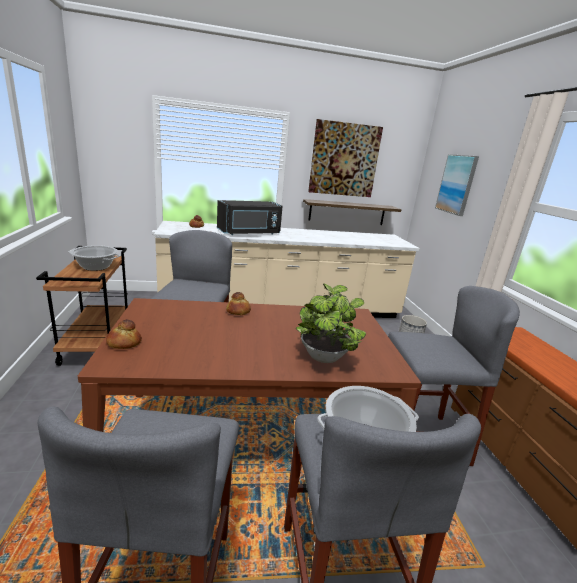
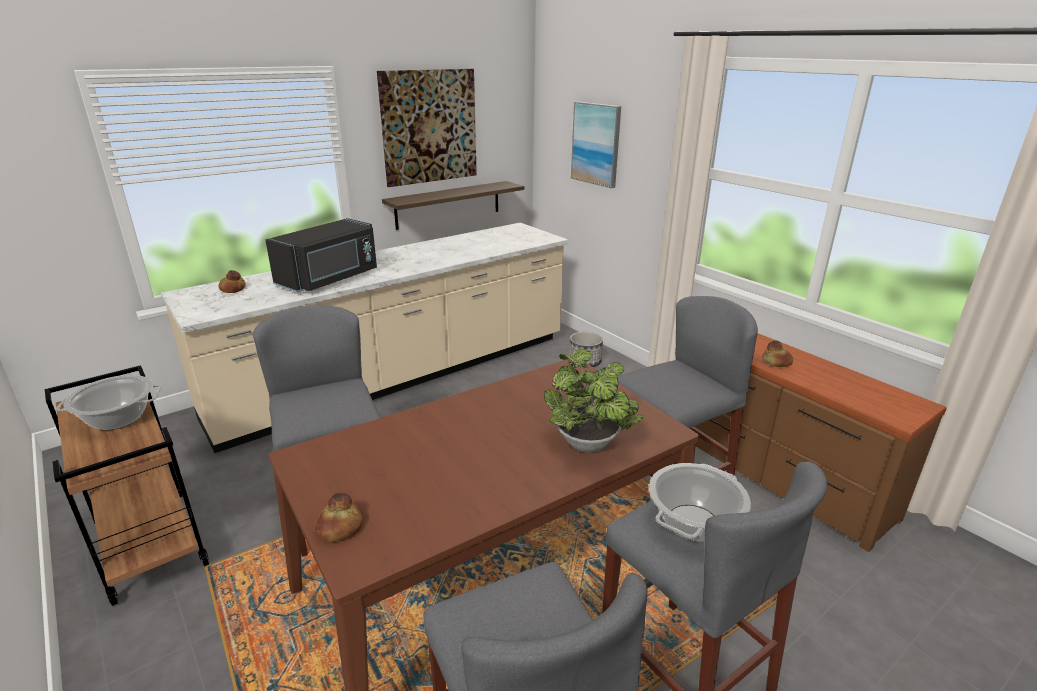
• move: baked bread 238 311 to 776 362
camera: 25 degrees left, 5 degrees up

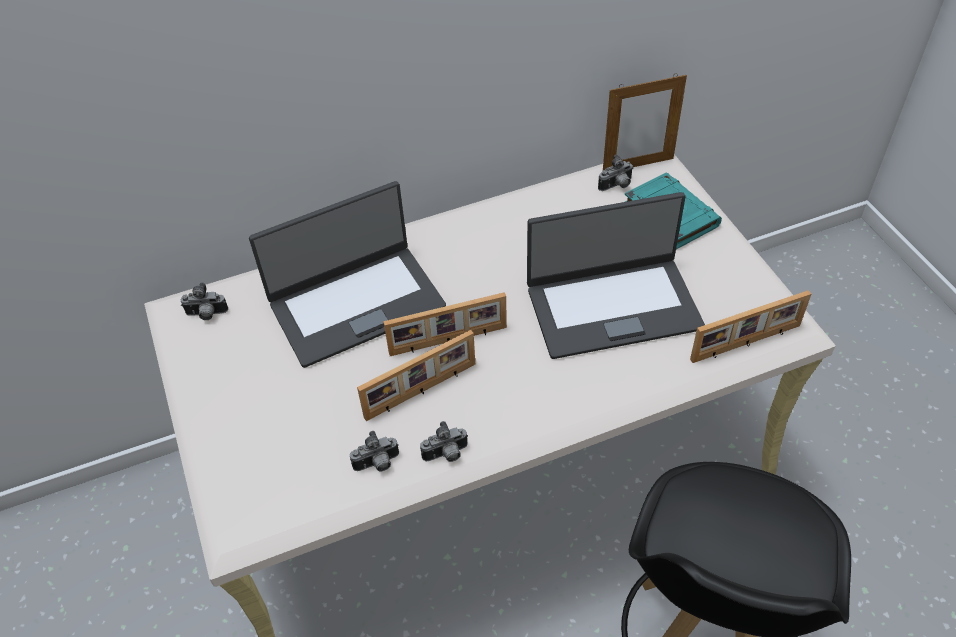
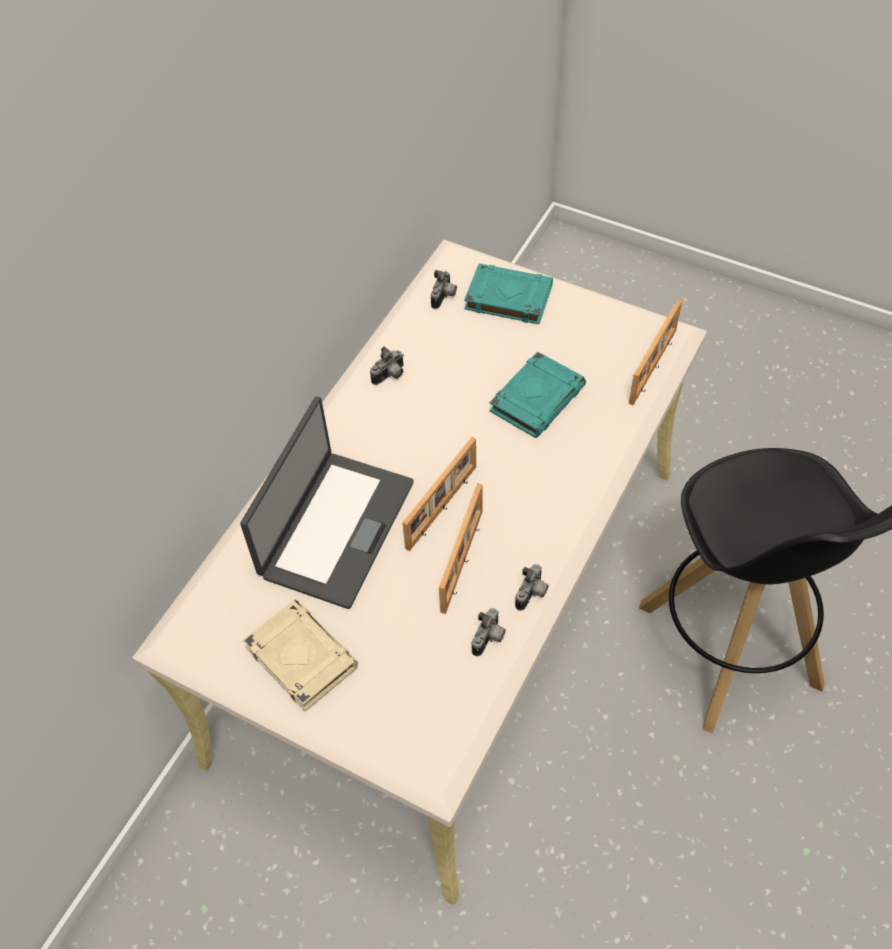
• delete: standing frame 638 165
• insert: beige-coloured volume 300 657
• move: still camera 206 315 to 390 376
• replace: notebook computer 612 306 to turquoise-coloured volume 537 398
camera: 40 degrees left, 5 degrees up

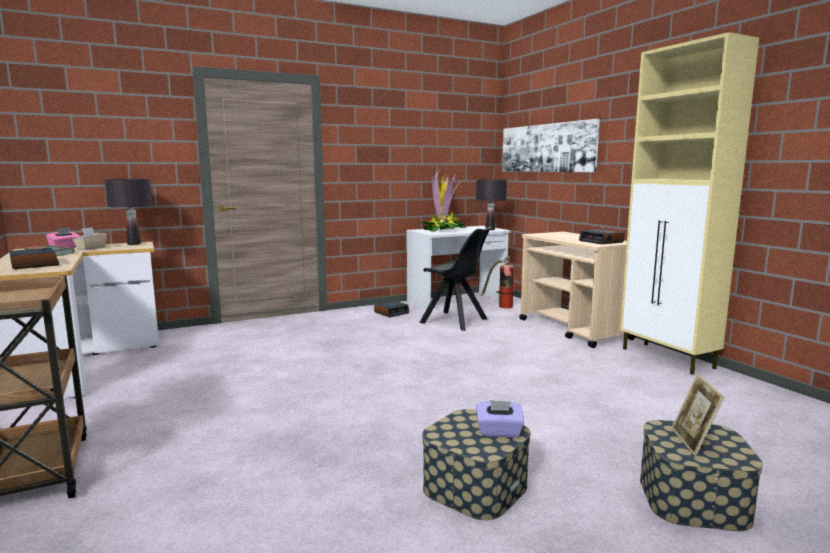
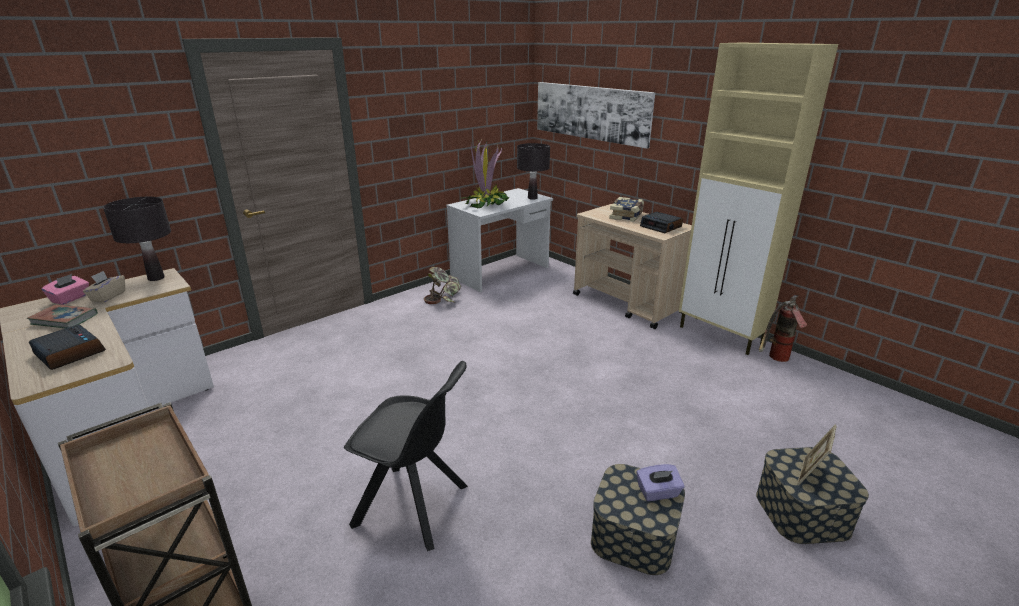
• insert: volume 627 216
• move: blackish plain chair 455 321 to 414 506
• move: extinguisher 501 307 to 776 359
• replace: alarm clock 391 312 to houseplant 443 298
• rotate: standing frame 693 442 = 810 474 45 degrees clockwise
camera: 15 degrees left, 15 degrees up

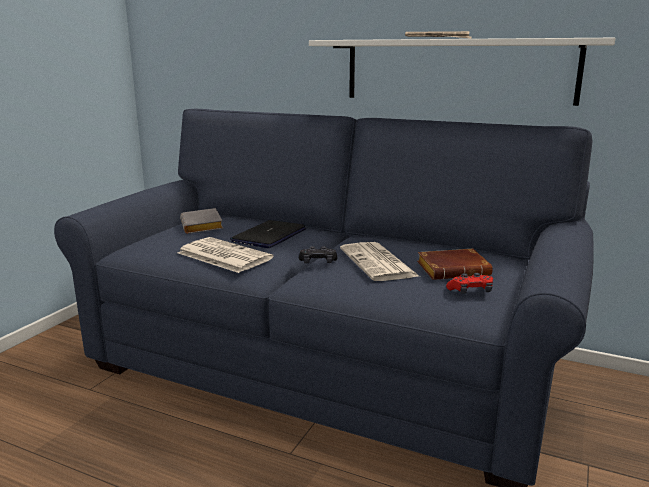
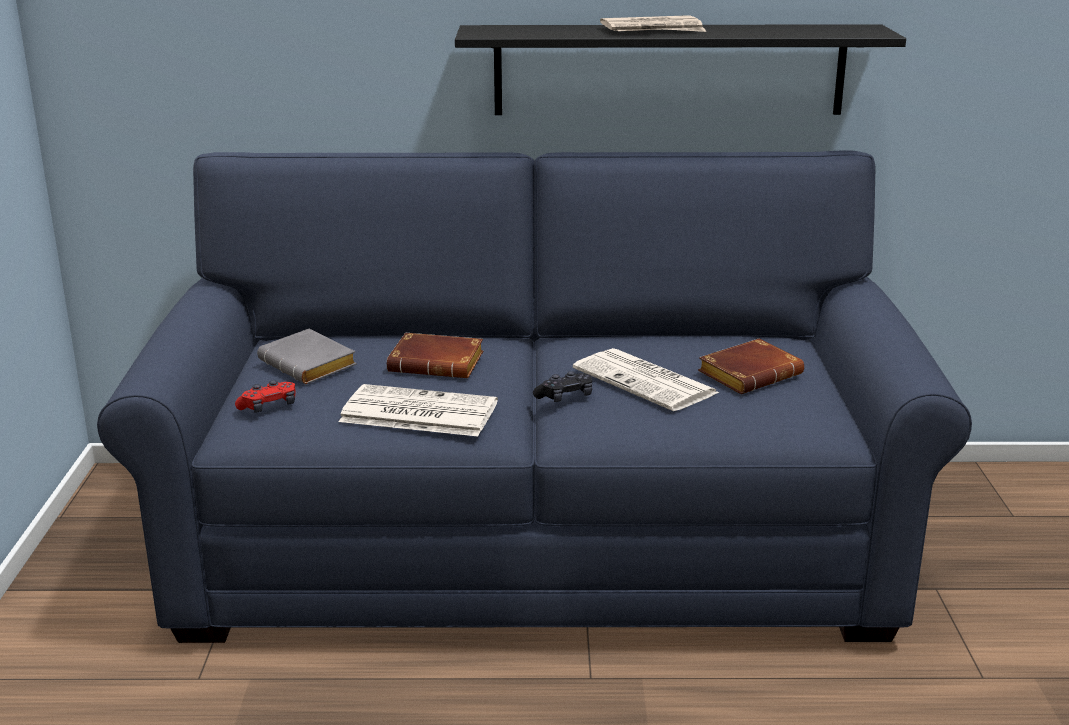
• move: red joypad 470 291 to 269 407
• replace: notebook computer 269 235 to brown volume 439 364
• recolor: whitish wall shelf 457 71 to blackish wall shelf 669 70
camera: 25 degrees left, 5 degrees up

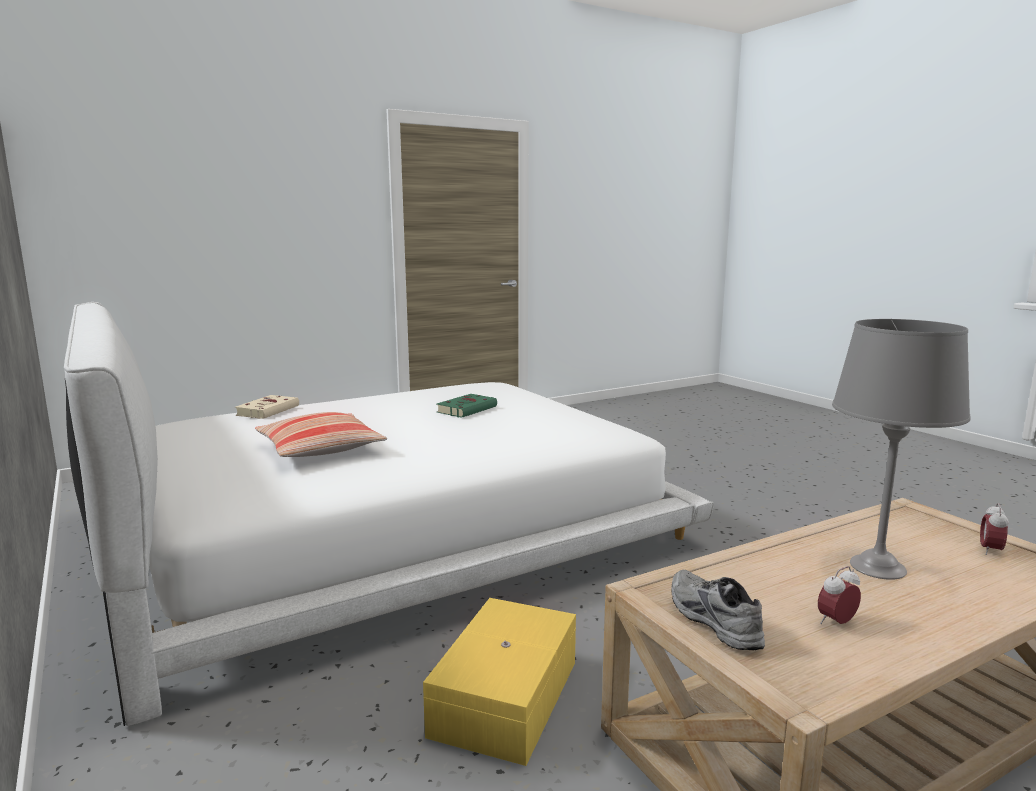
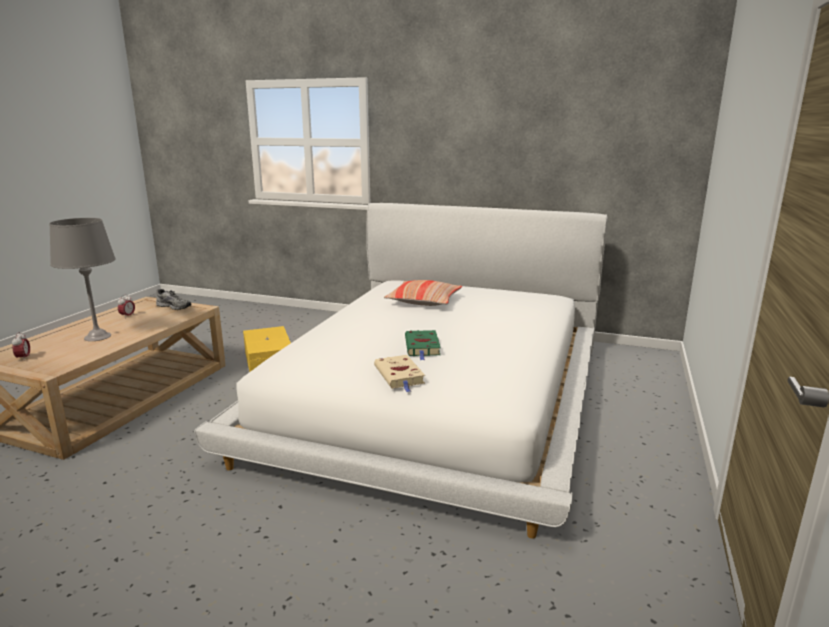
• move: beige-coloured volume 269 410 to 400 376
camera: 140 degrees right, 5 degrees up

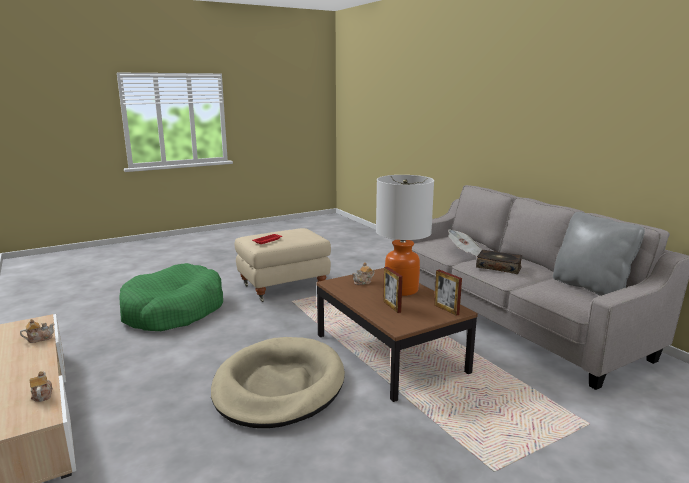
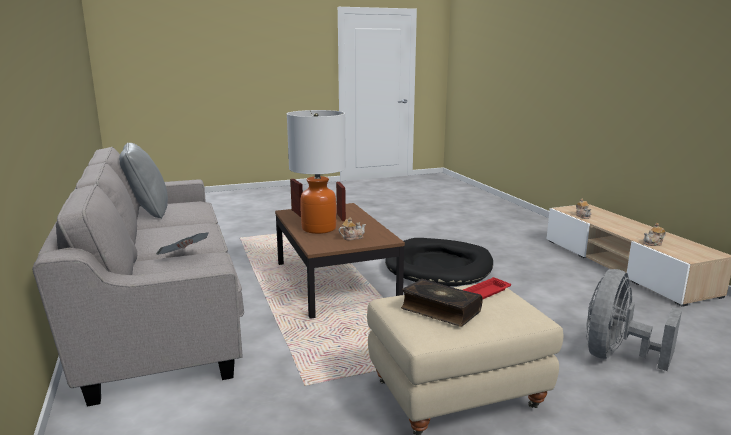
• move: volume 498 267 to 440 310
• replace: greenish dog cushion 173 311 to grey fan 616 355
• recolor: beige-coloured dog cushion 279 386 to blackish dog cushion 439 267
camera: 170 degrees left, 0 degrees up

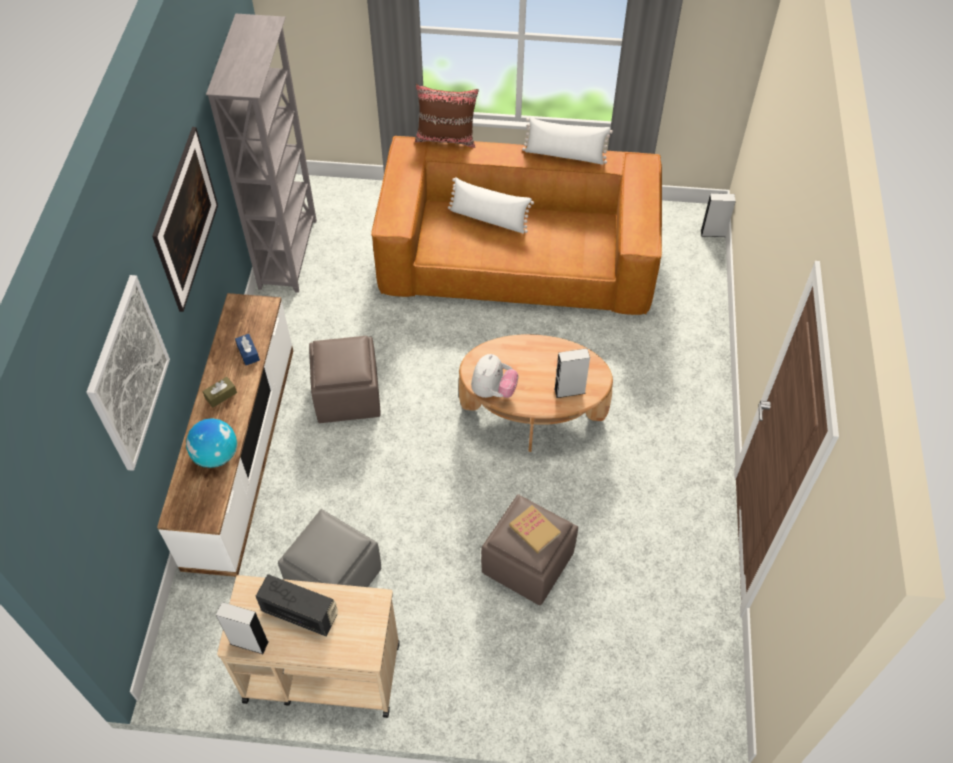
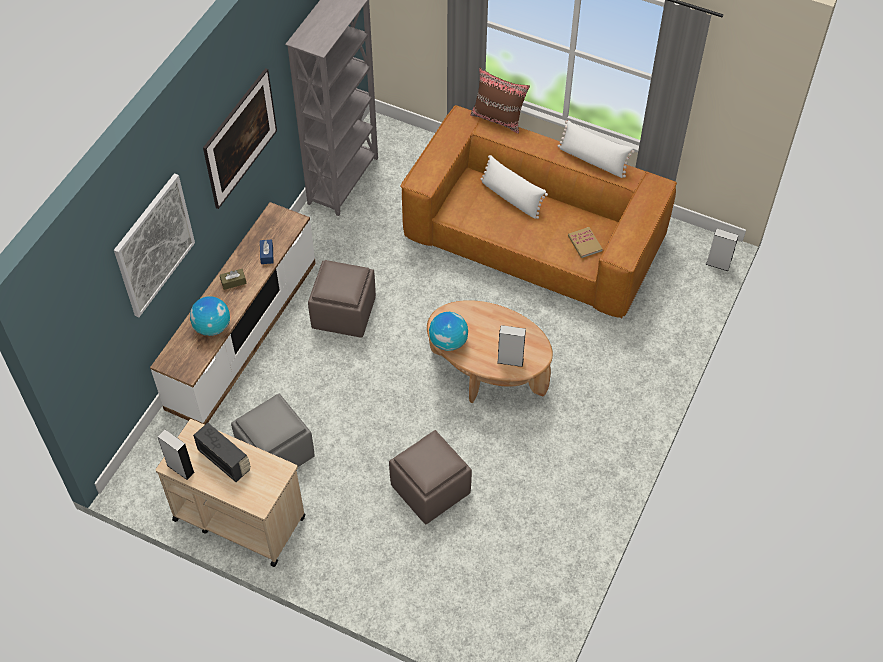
• move: volume 534 530 to 585 243
• replace: cuddly toy 493 391 to desk globe 448 342
camera: 20 degrees right, 0 degrees up

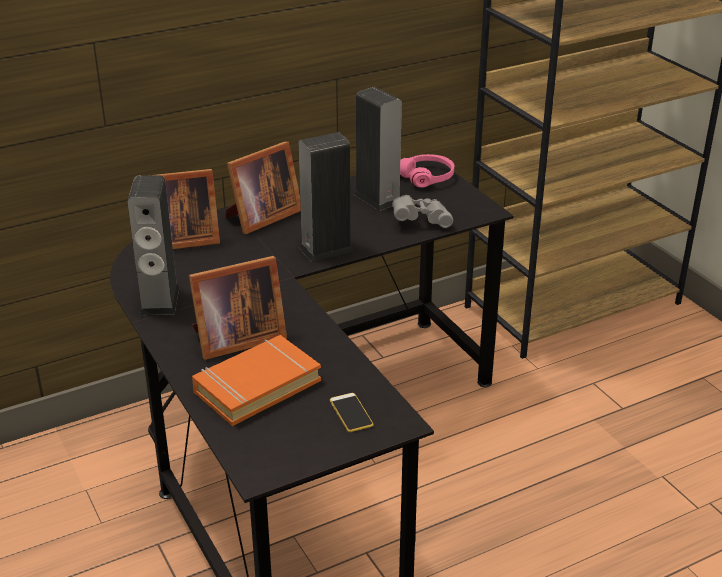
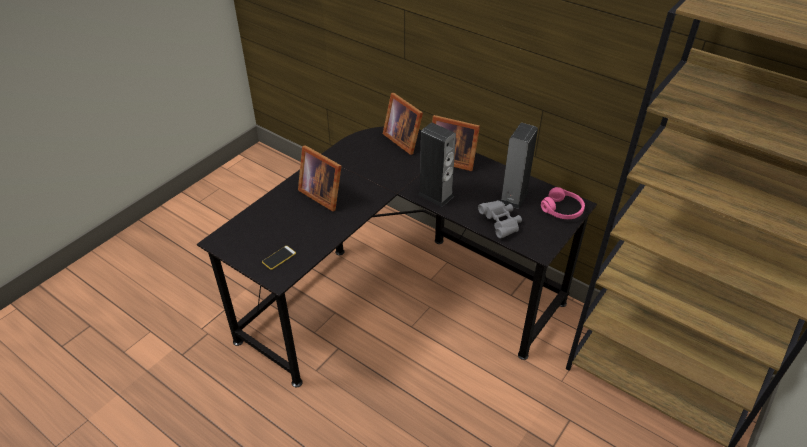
• delete: speaker 159 300
• delete: orange-coloured volume 256 386
camera: 65 degrees right, 10 degrees up

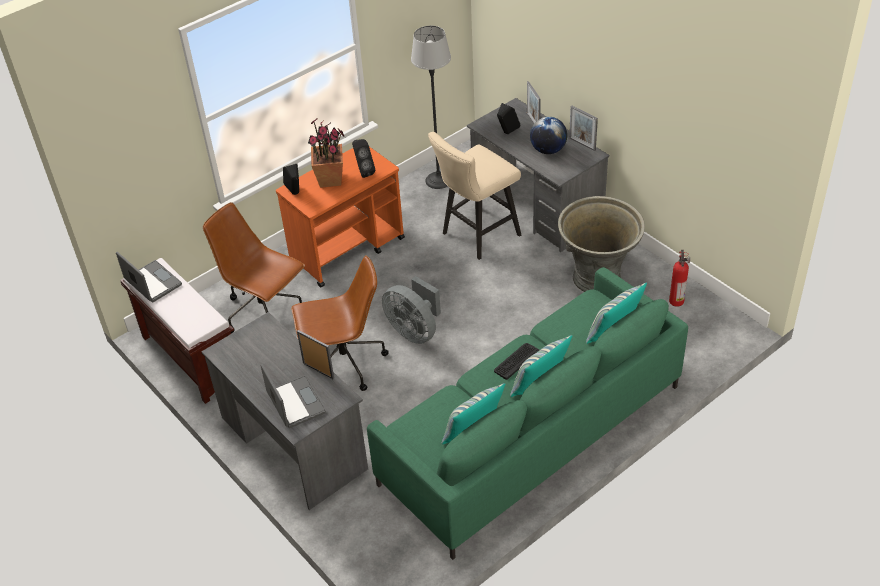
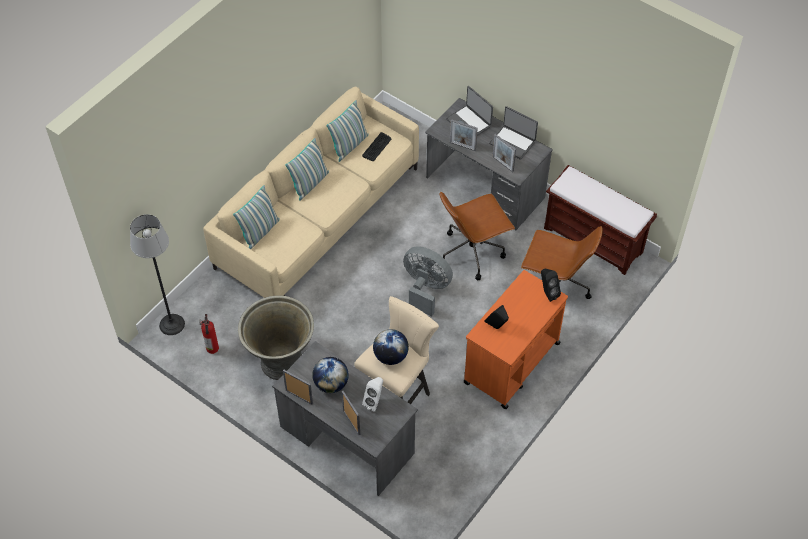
• delete: houseplant 330 179
• insert: desk globe 390 356
• insert: standing frame 503 164
• move: notebook computer 152 283 to 512 142
• move: standard lamp 438 180 to 171 324
• move: computer keyboard 516 361 to 377 147
• recolor: greenish sofa 530 434 to beige-coloured sofa 318 218
• recolor: blackish speaker 507 133 to whitish speaker 374 402
camera: 165 degrees right, 10 degrees up

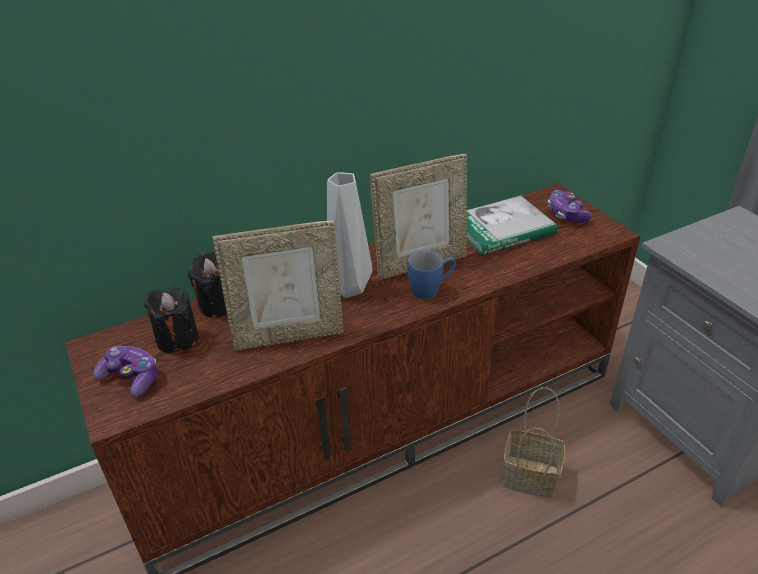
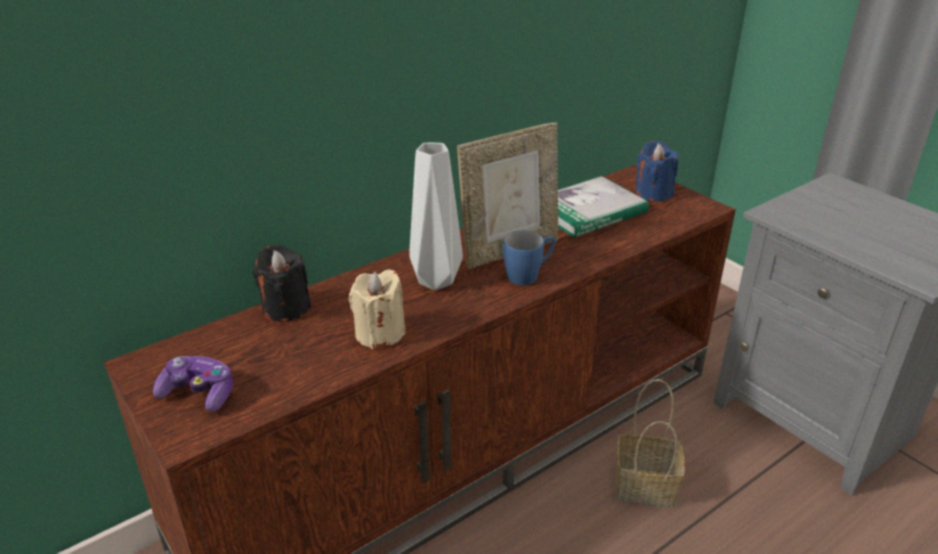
• delete: blackish candle 177 339
• replace: standing frame 289 336 to beige-coloured candle 379 334
• replace: joypad 566 214 to blue-coloured candle 653 193
camera: 10 degrees left, 5 degrees down

